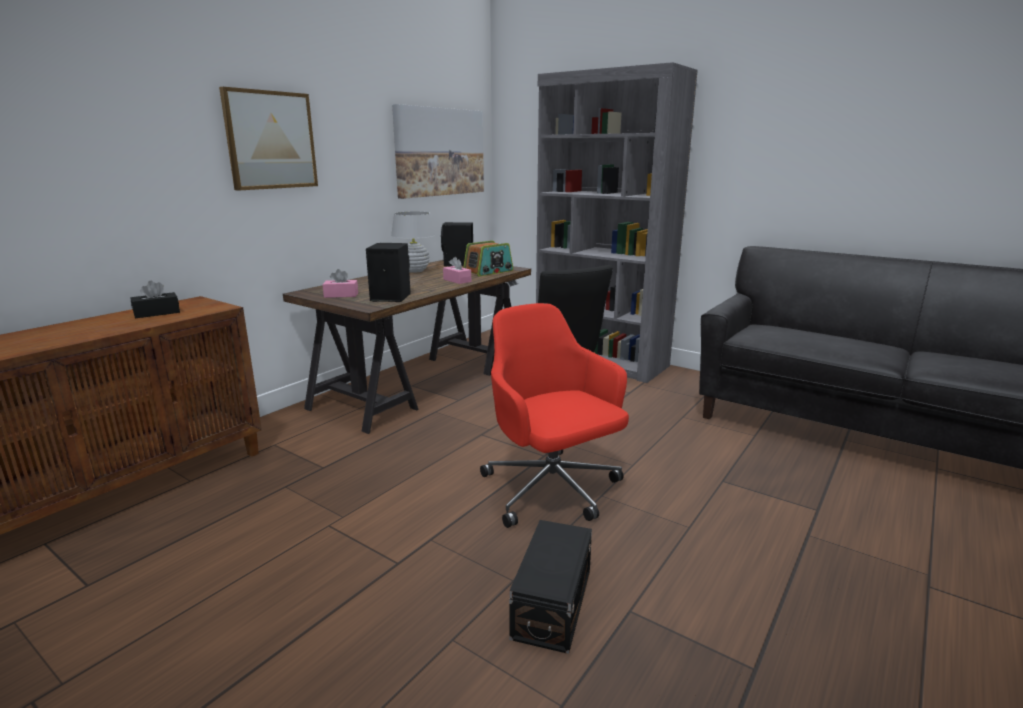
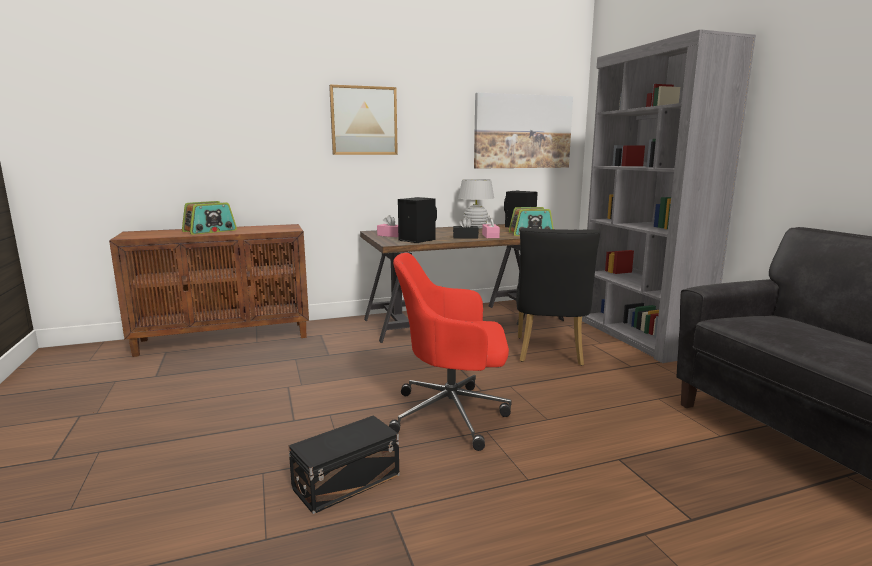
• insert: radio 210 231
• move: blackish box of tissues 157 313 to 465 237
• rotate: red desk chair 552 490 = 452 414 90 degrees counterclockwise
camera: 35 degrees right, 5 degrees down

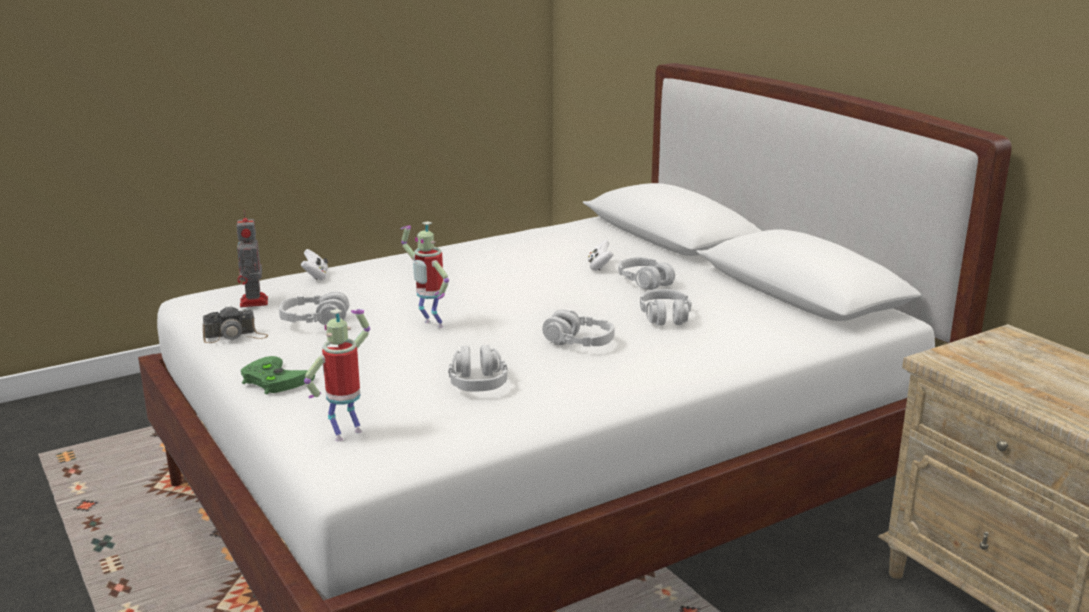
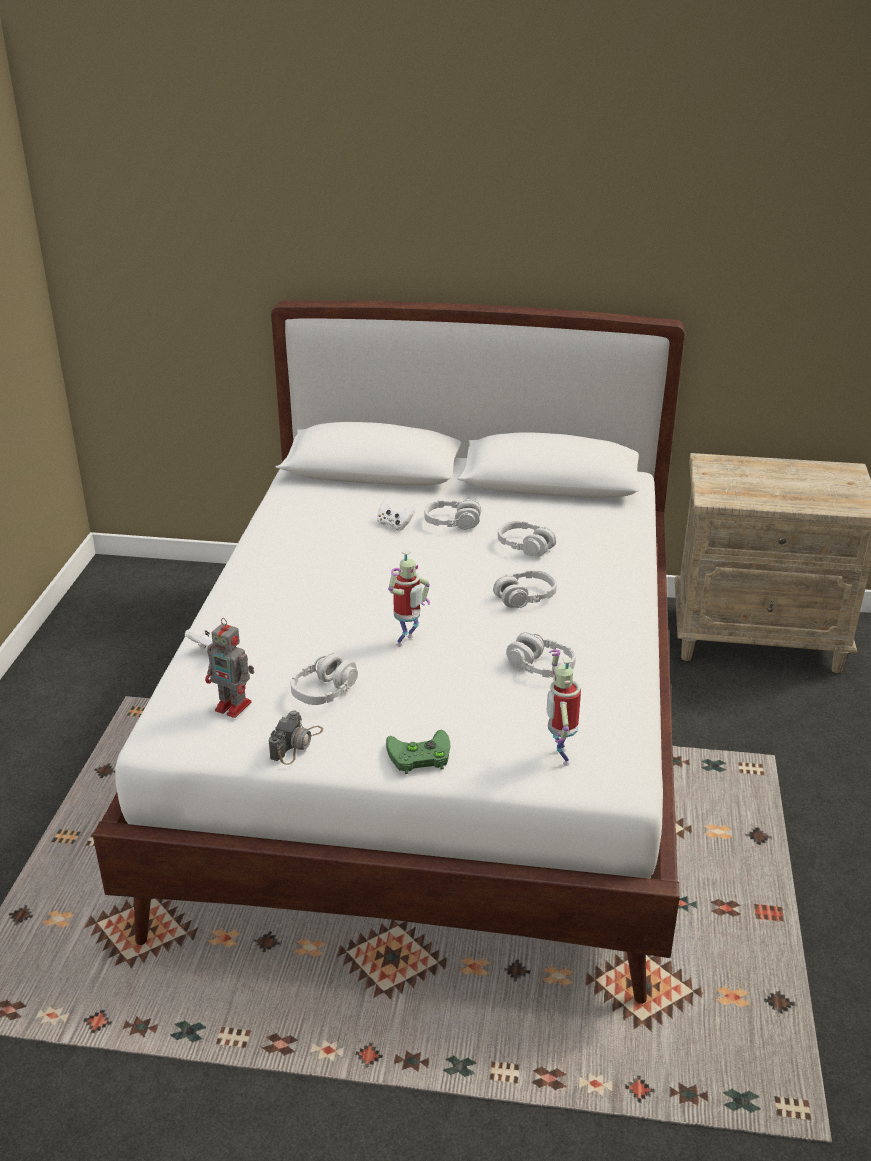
• rotate: model robot 430 325 = 407 642 45 degrees counterclockwise
camera: 50 degrees left, 10 degrees up

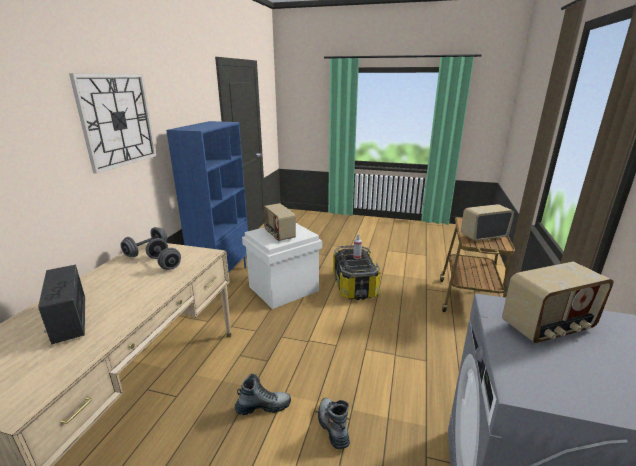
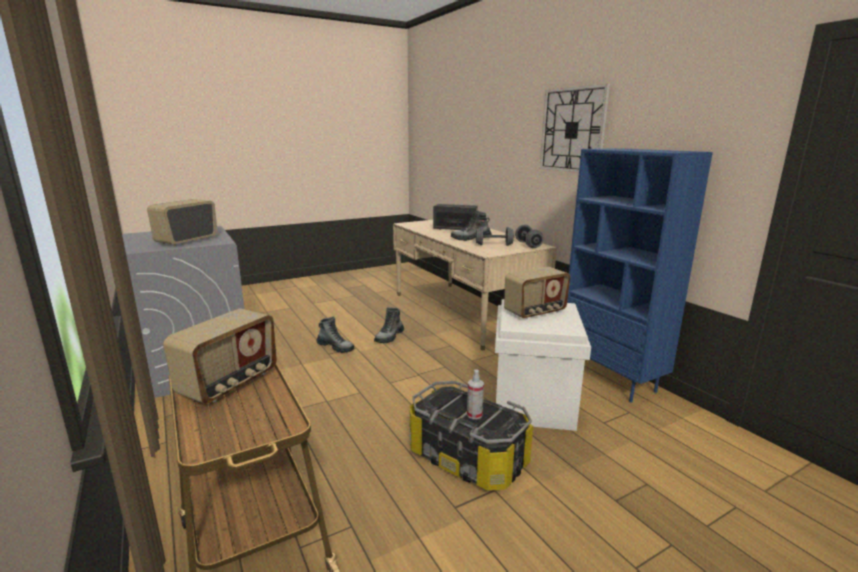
• insert: tall boot 471 239
• rotate: radio 279 235 = 535 312 135 degrees clockwise
camera: 135 degrees right, 5 degrees down

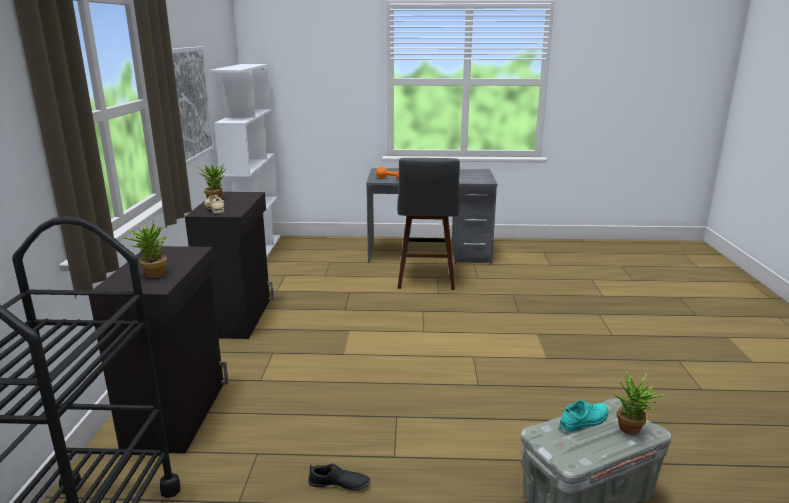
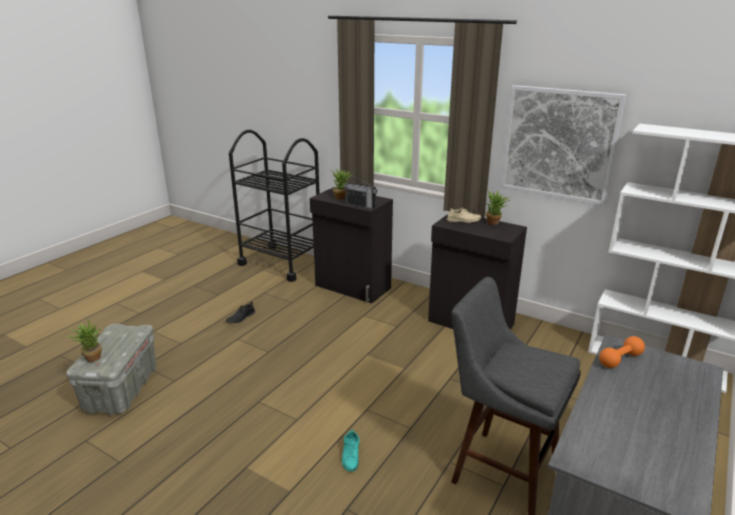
• insert: radio 360 205
• move: turquoise-coloured item of footwear 584 420 to 351 456
camera: 120 degrees right, 5 degrees up

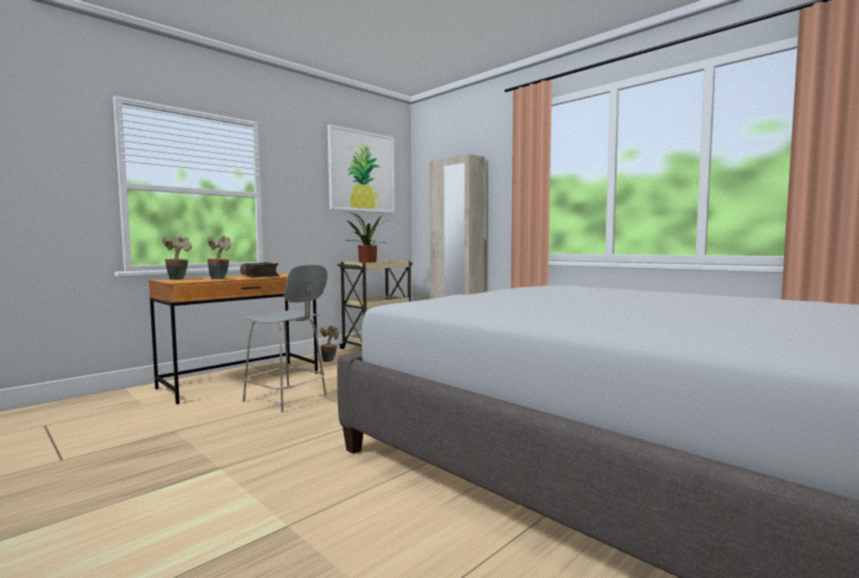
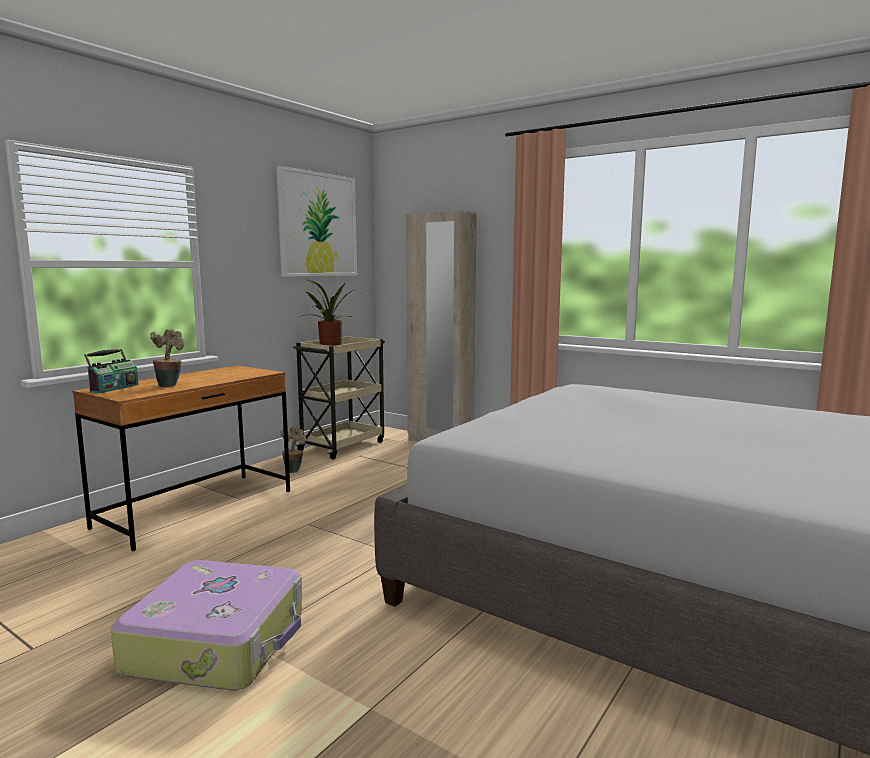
• delete: volume 260 276
• delete: grey stool seat 287 399
• insert: suitcase 219 642
• replace: houseplant 178 279 to radio 113 388
camera: 10 degrees left, 5 degrees up

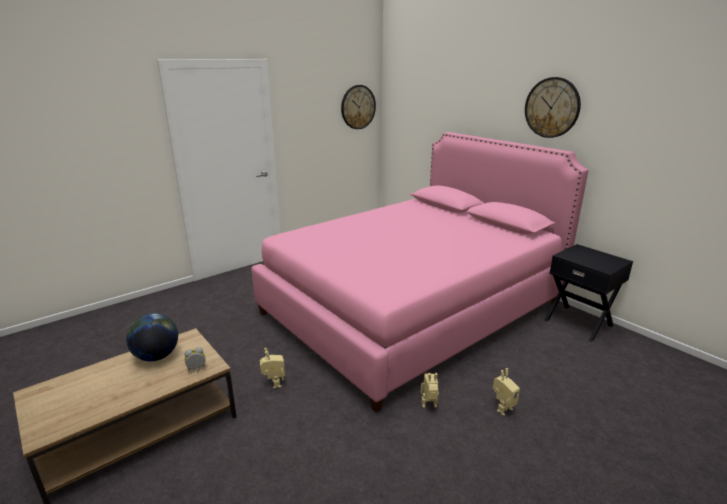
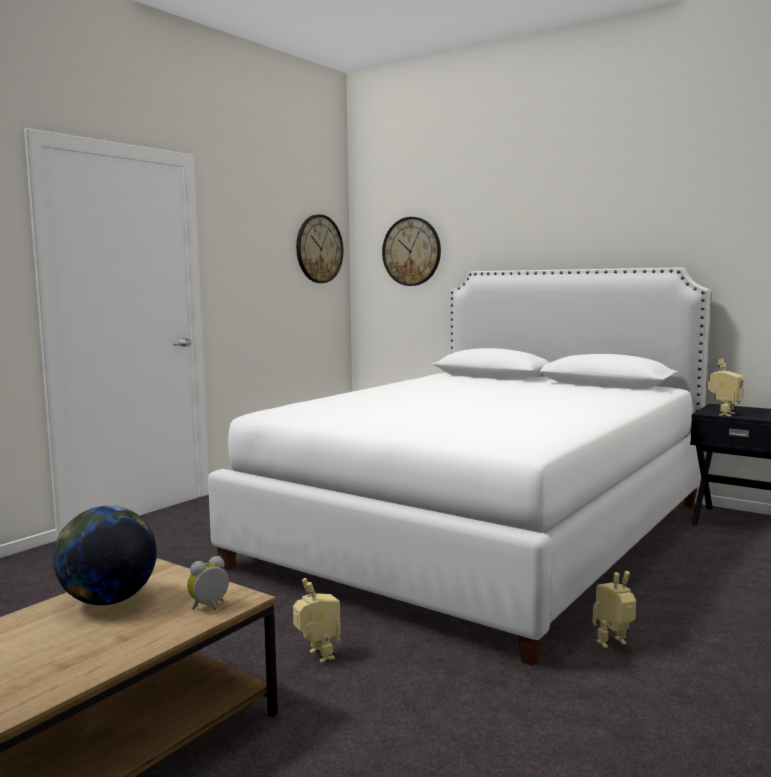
• move: model robot 502 408 to 723 414
• move: hanging clock 552 107 to 411 251
• recolor: pinkish bed 411 308 to whitish bed 482 533
camera: 15 degrees left, 15 degrees down

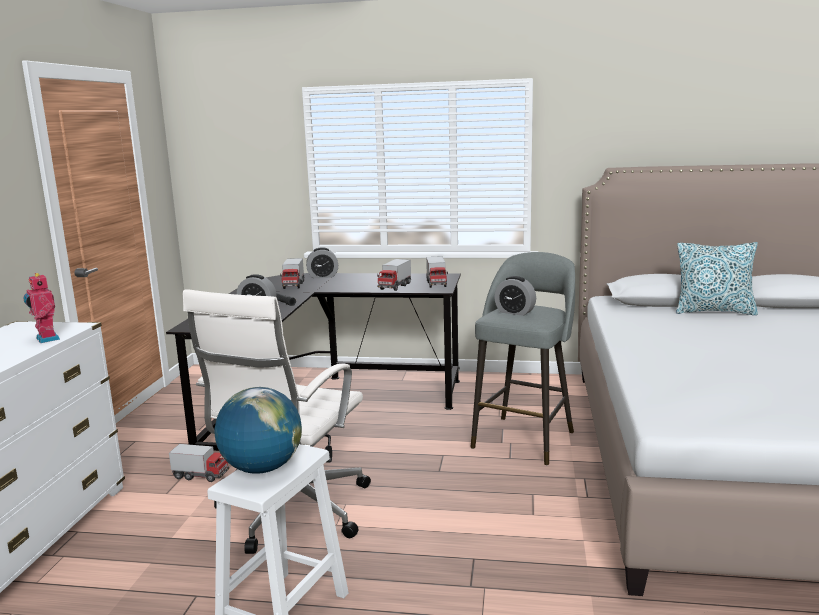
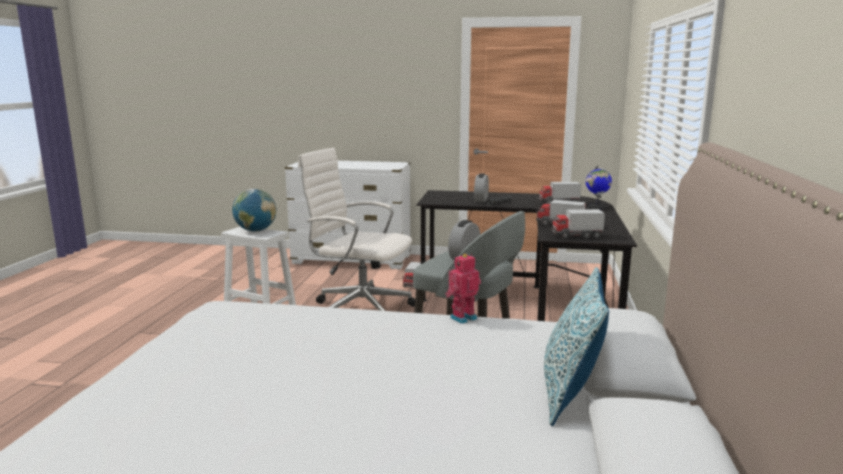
• move: model robot 46 339 to 462 317
• replace: alarm clock 323 276 to desk globe 596 208
camera: 90 degrees right, 0 degrees up

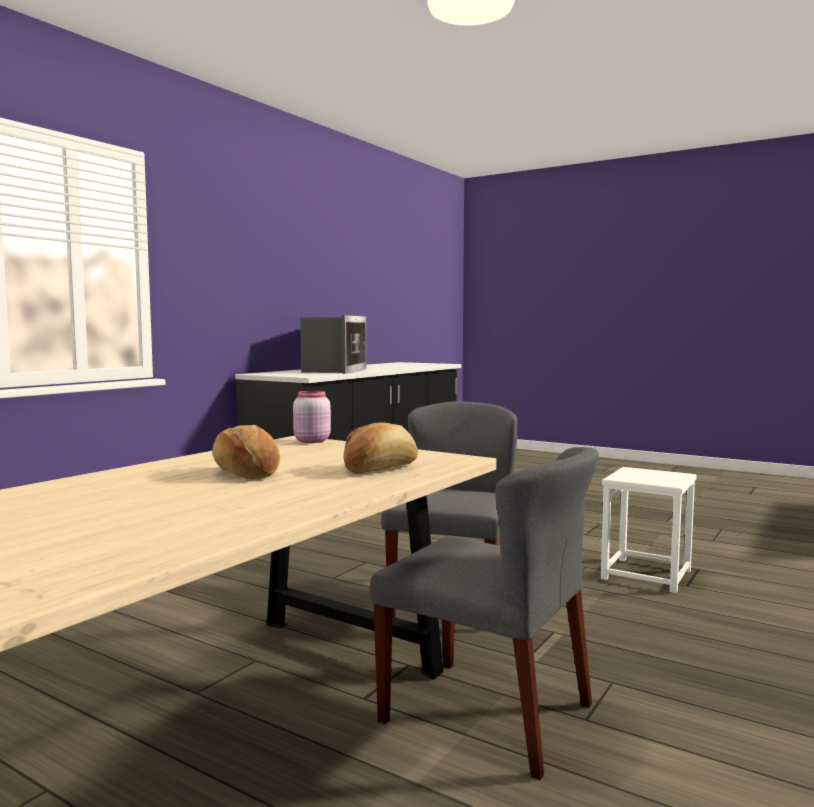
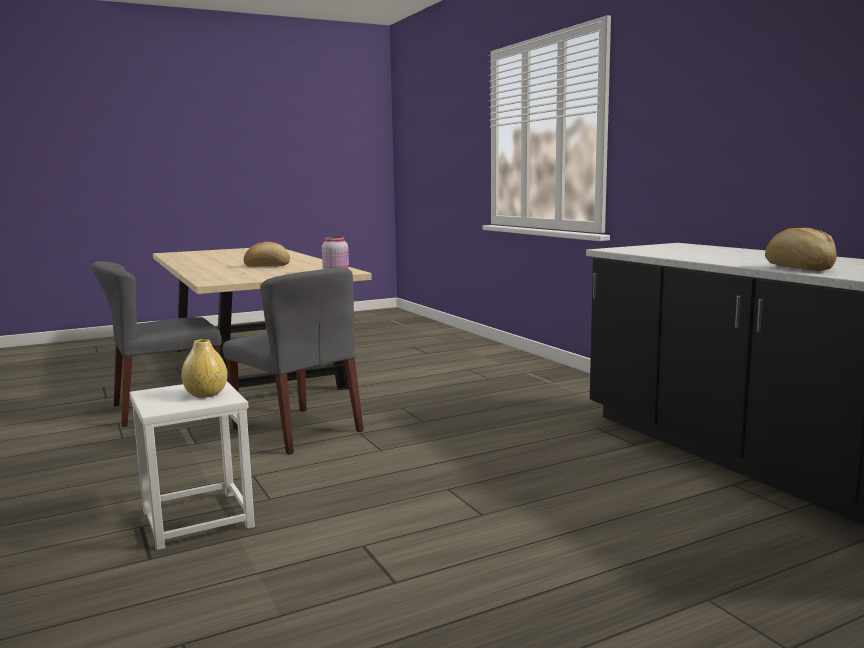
• delete: kitchen microwave 334 370
• insert: yellow decorative vase 206 394
• move: baked bread 380 469 to 799 268
camera: 120 degrees right, 5 degrees up

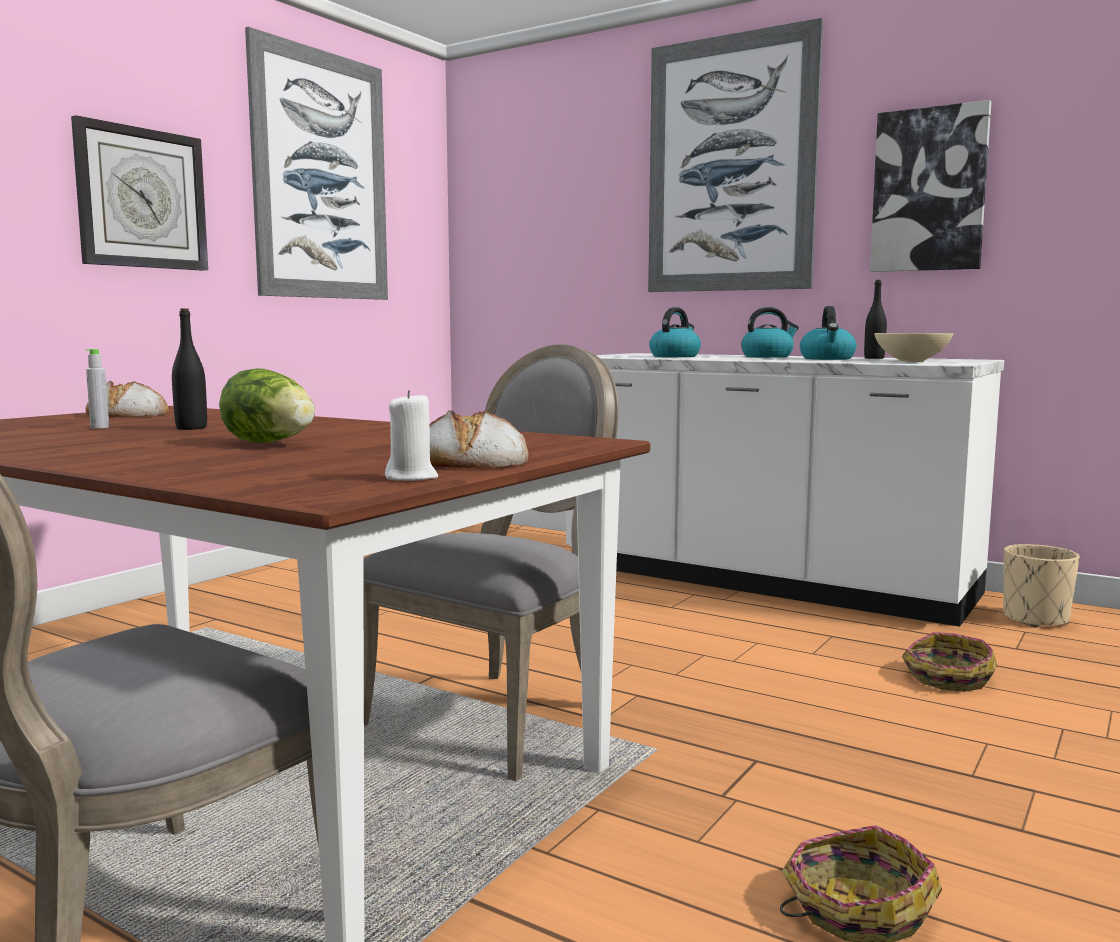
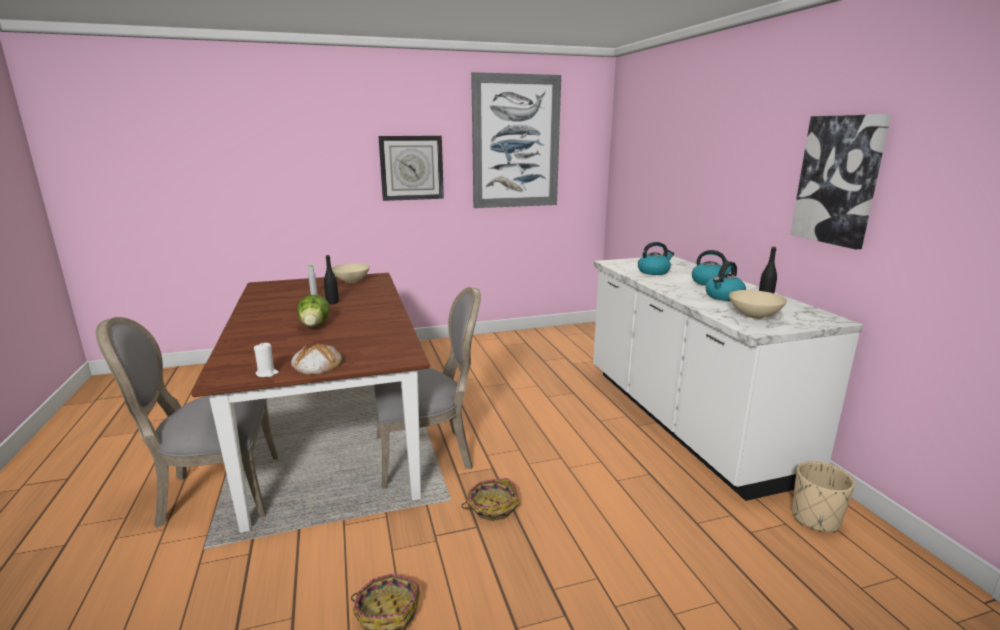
• delete: picture 730 165
• move: household basket 947 679 to 492 507
• replace: baked bread 127 414 to beige-coloured bowl 351 281
camera: 40 degrees right, 10 degrees up

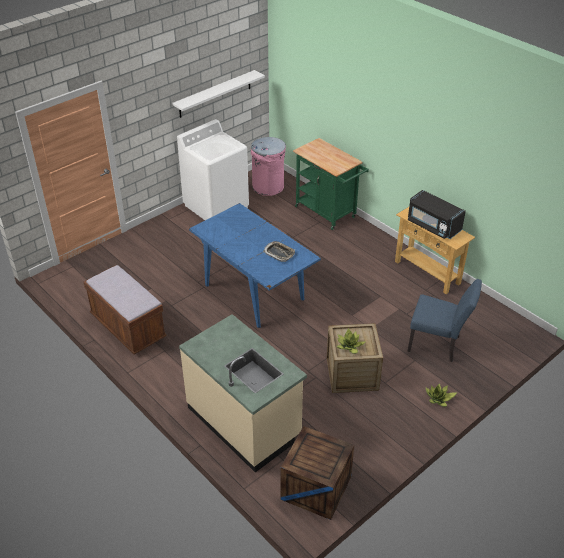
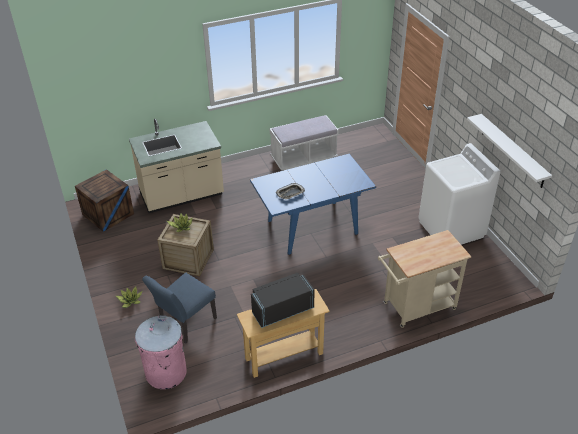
• move: pinkish rubbish bin 268 187 to 165 372
• recolor: brown indoor bench 128 327 to whitish indoor bench 303 158
• recolor: greenish trolley 328 213 to beige-coloured trolley 415 308
camera: 110 degrees right, 0 degrees up

